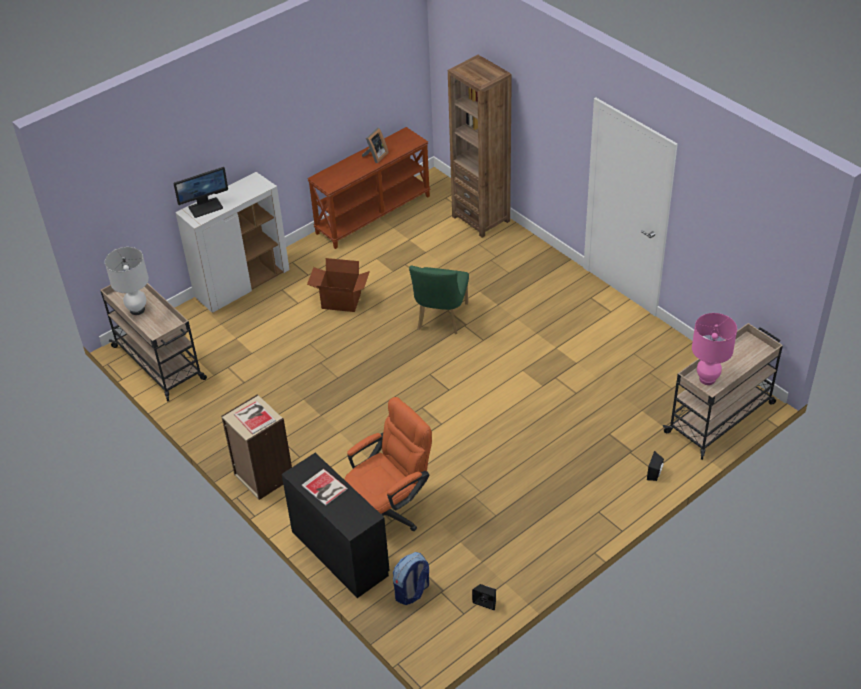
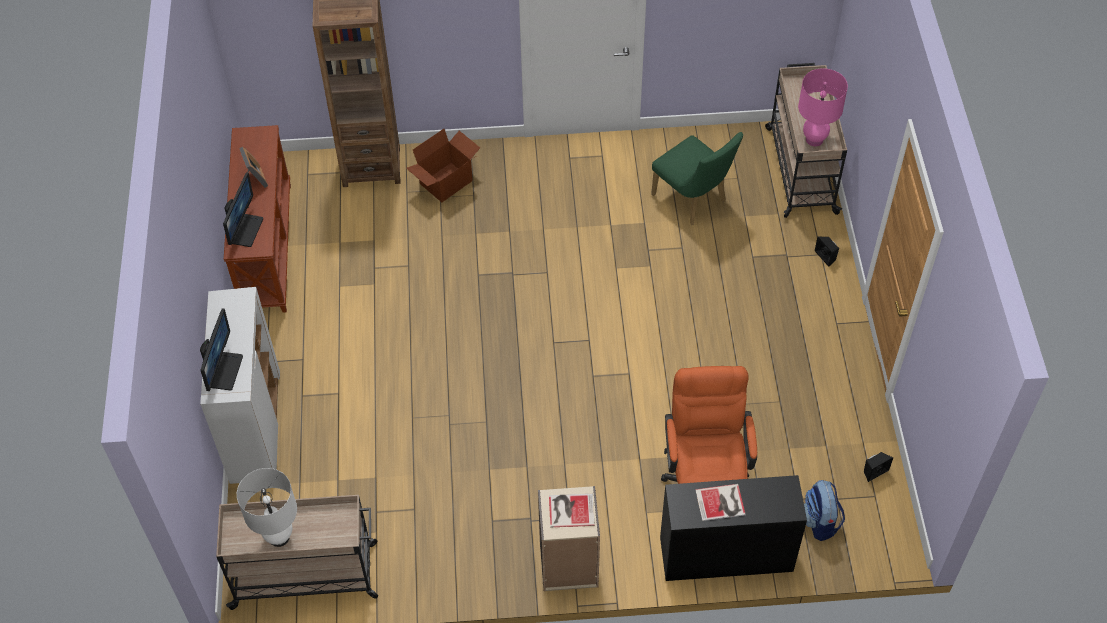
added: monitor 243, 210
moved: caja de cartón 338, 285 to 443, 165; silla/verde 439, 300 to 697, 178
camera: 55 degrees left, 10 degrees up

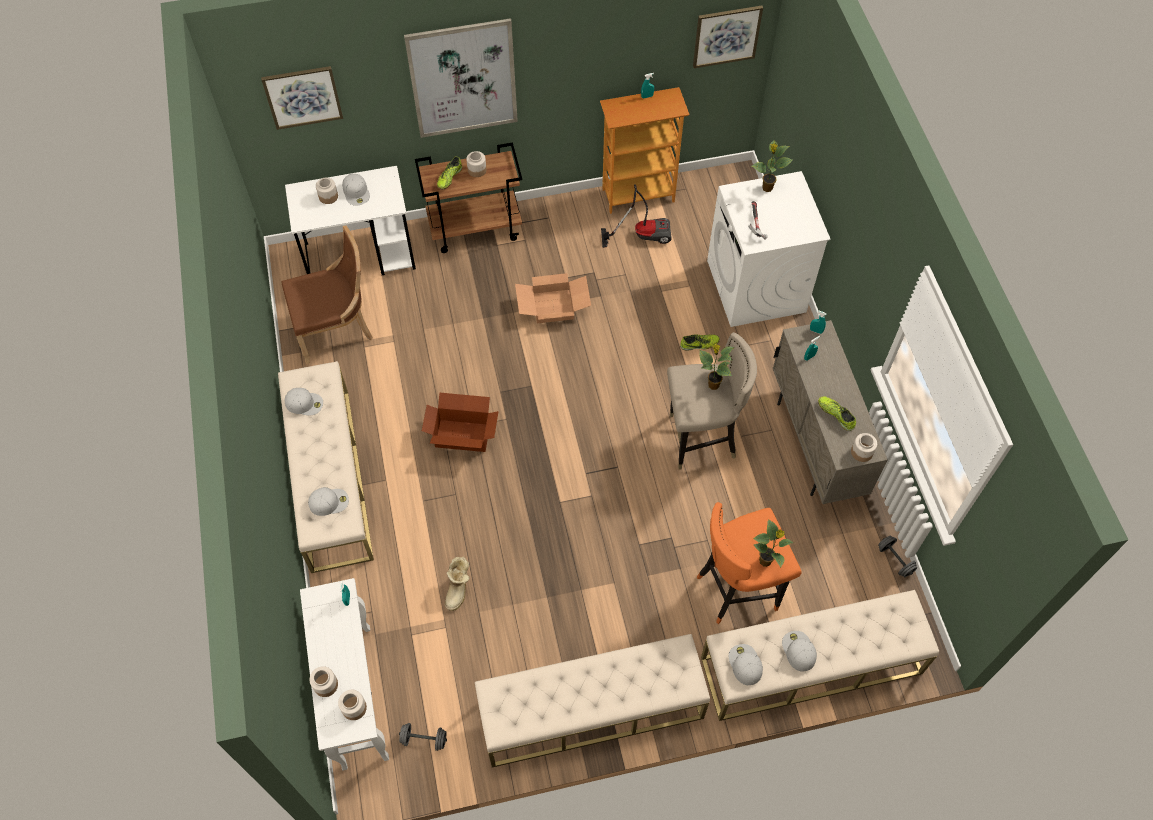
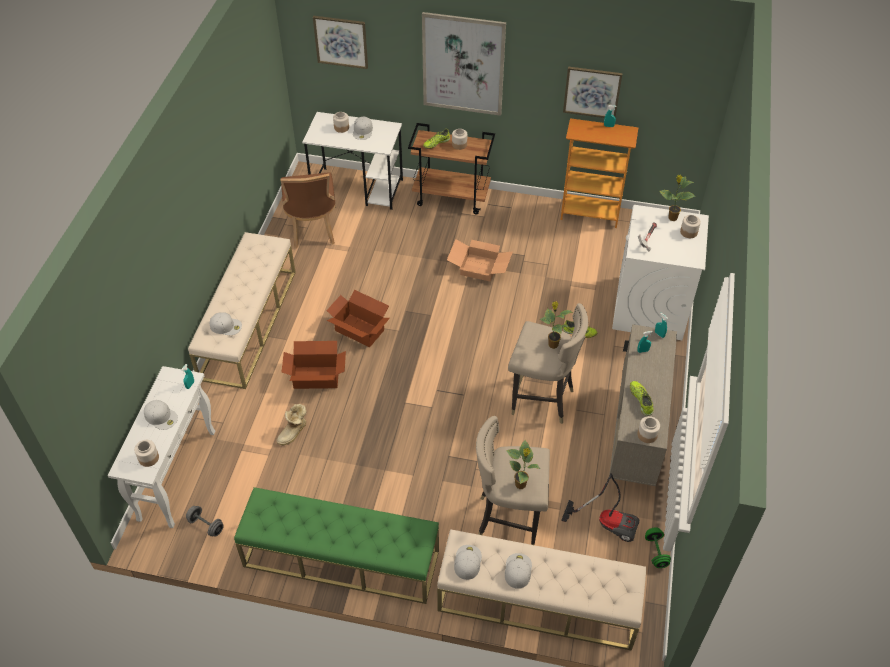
added: caja de cartón 314, 365
moved: gorra/blanco 304, 402 to 161, 415; tarro 323, 681 to 690, 226; aspiradora 636, 216 to 600, 507; cuadro 728, 36 to 593, 92
recoloured: banco/beis 592, 700 to banco/verde 336, 545; taburete/naranja 749, 563 to taburete/beis 513, 480; mancuerna/gris 897, 556 to mancuerna/verde 658, 548
turned: silla/marrón 327, 295 = 308, 210 75 degrees clockwise
camera: 25 degrees right, 10 degrees down

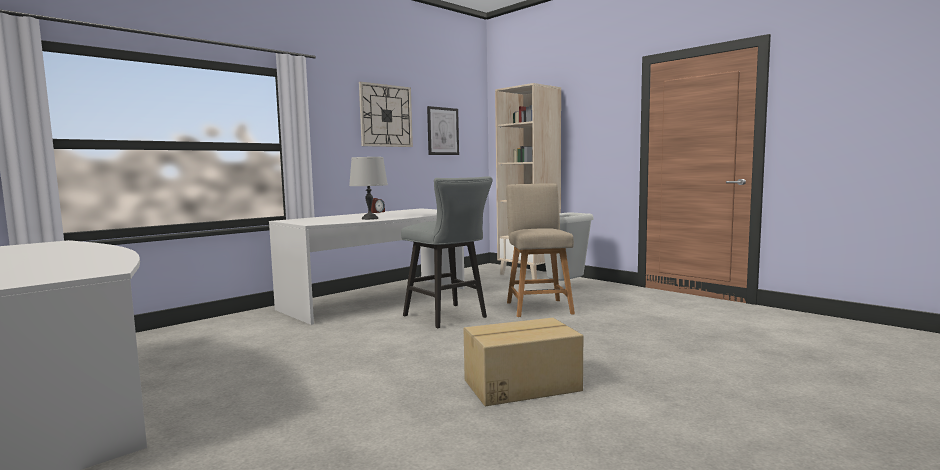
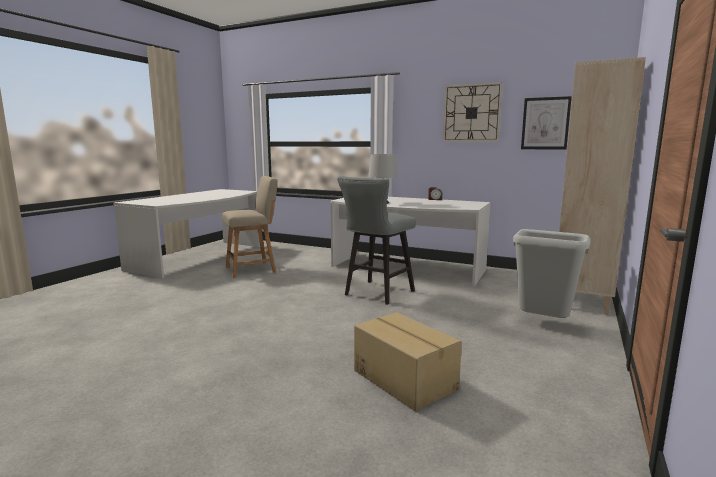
moved: caja de cartón 523, 362 to 408, 361; silla/beis 540, 250 to 250, 227
camera: 70 degrees right, 5 degrees up

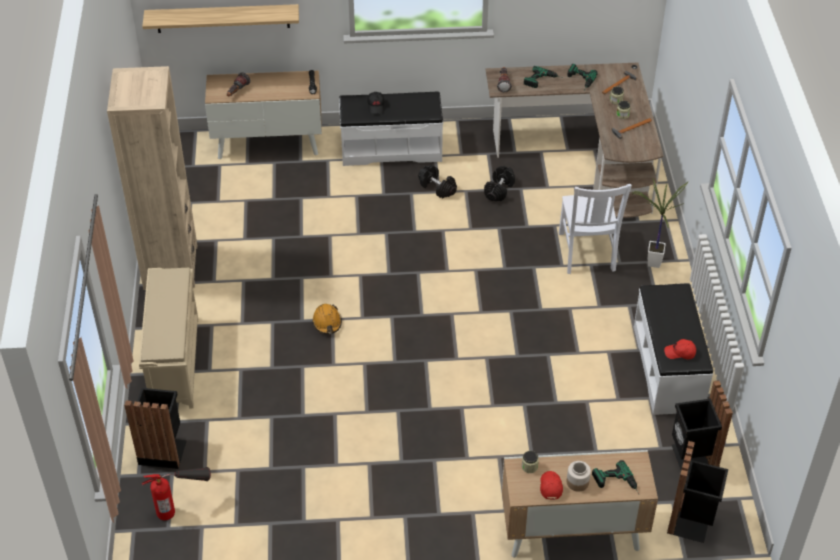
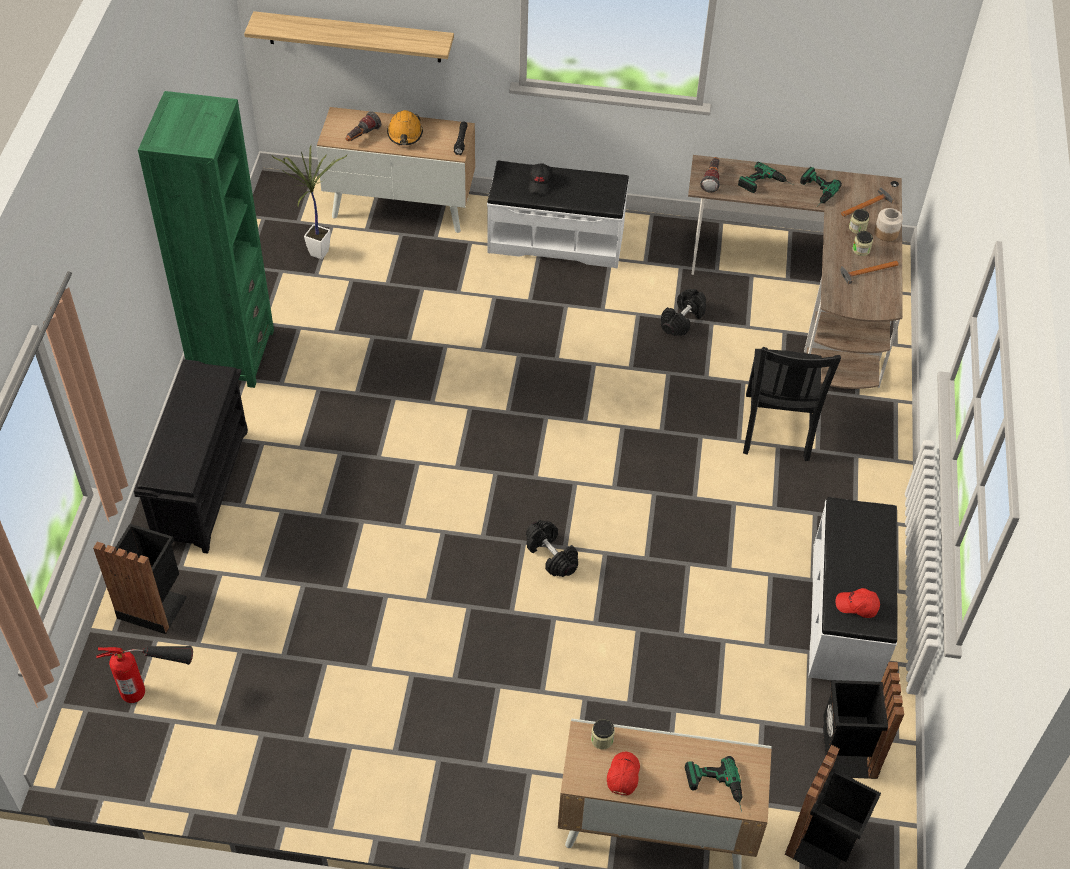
moved: casco/naranja 327, 319 to 405, 127; mancuerna/negro 437, 181 to 552, 548; tarro 579, 476 to 888, 224; planta en maceta 660, 223 to 309, 202
recoloured: estantería/beis 152, 178 to estantería/verde 206, 239; zapatero/beis 168, 338 to zapatero/negro 191, 456; silla/blanco 595, 229 to silla/negro 792, 404
camera: 10 degrees right, 5 degrees up

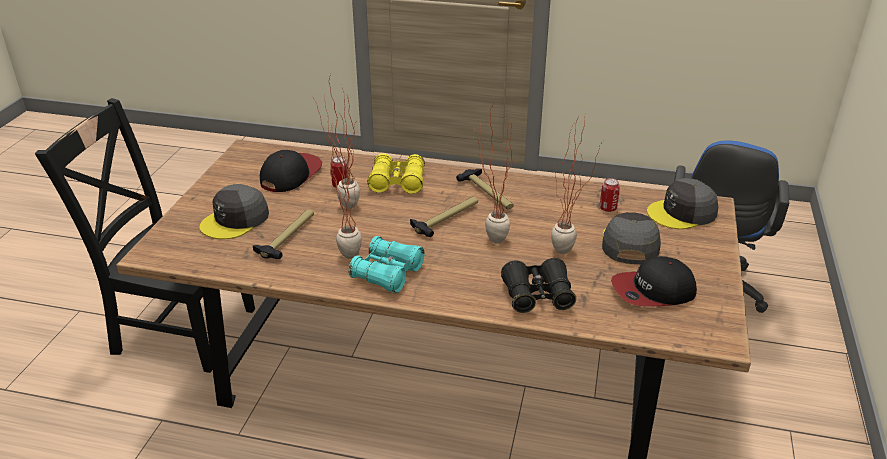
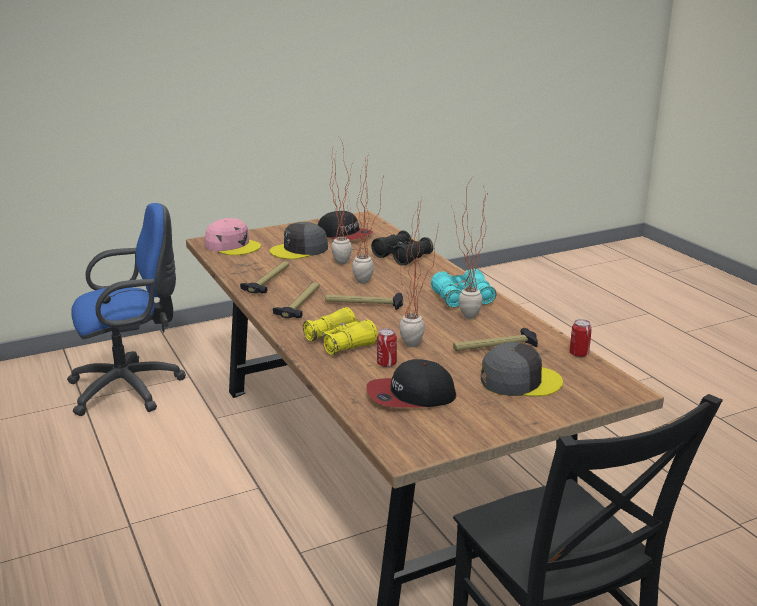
added: martillo 264, 277
moved: lata 610, 195 to 581, 338
recoloured: gorra/gris 682, 203 to gorra/rosa 233, 236
camera: 130 degrees left, 10 degrees down

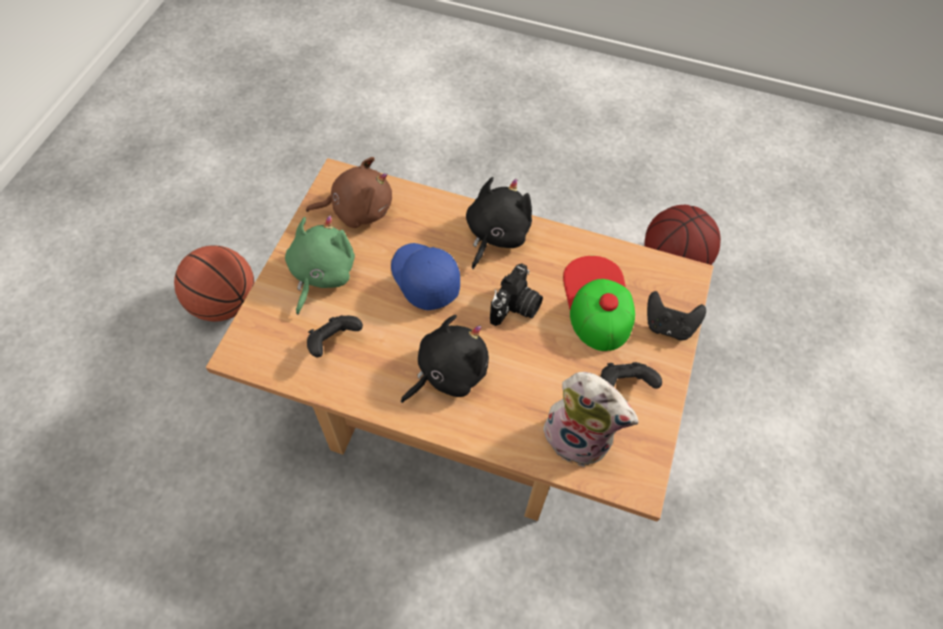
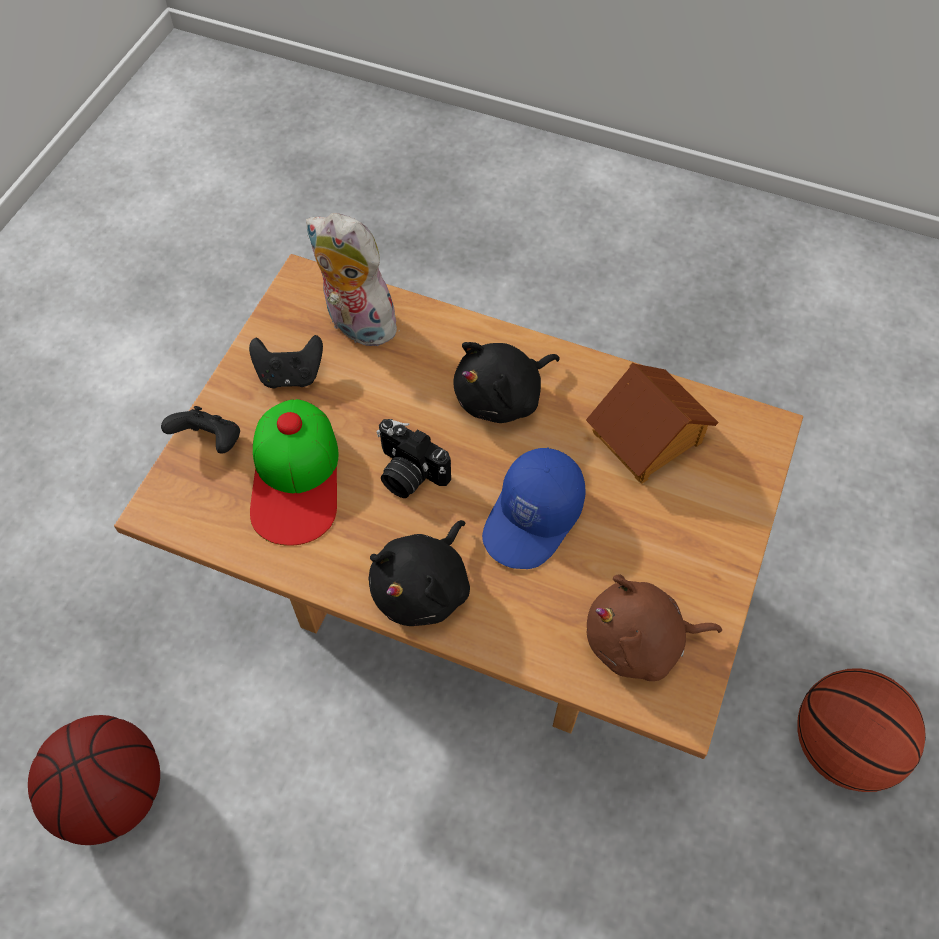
removed: peluche/verde 320, 265
replaced: mando de consola/negro 335, 336 to casita 652, 423
turned: gorra/azul 425, 276 = 534, 508 60 degrees clockwise; cámara 516, 294 = 414, 458 90 degrees counterclockwise
camera: 175 degrees left, 0 degrees up

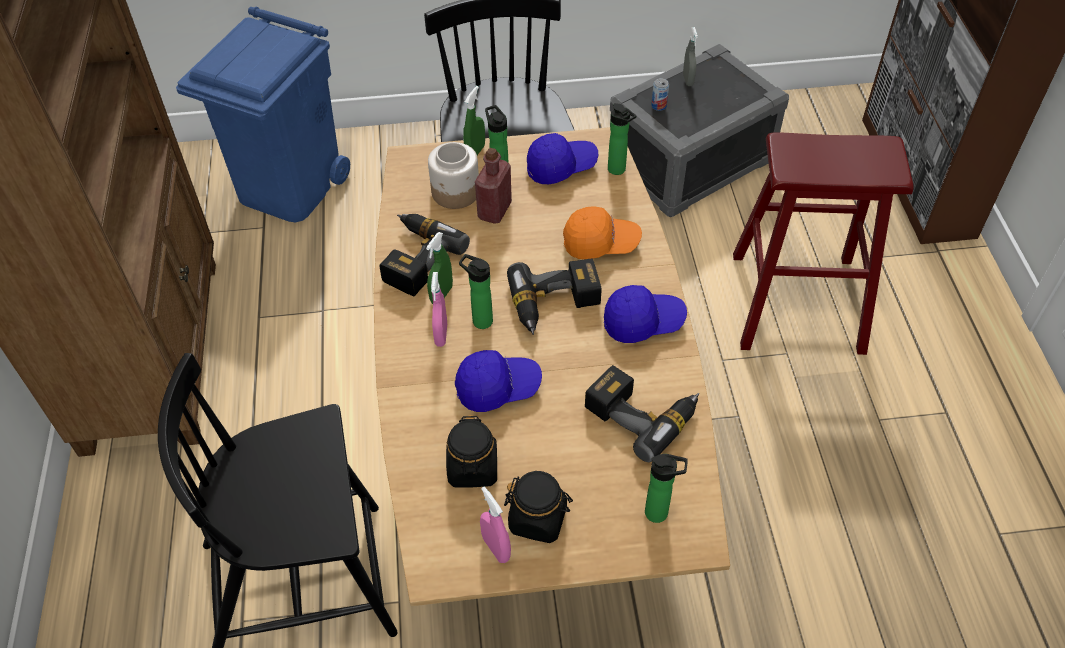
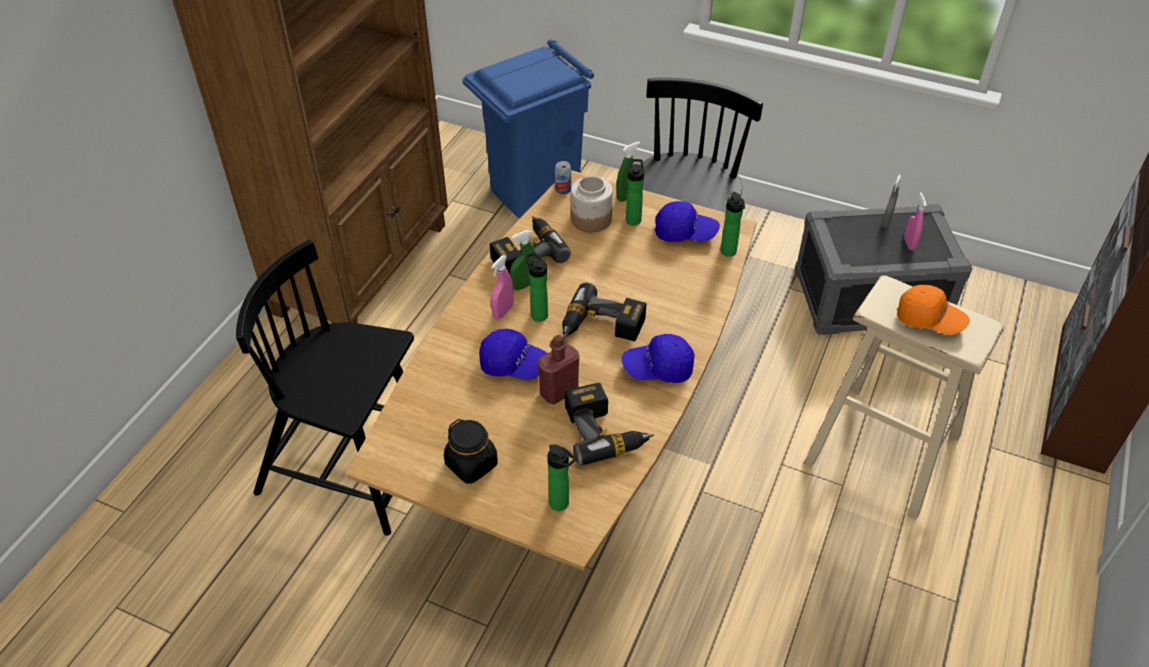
removed: tarro/negro 471, 451
moved: botella/rojo 493, 185 to 559, 370; pulverizador/rosa 495, 524 to 915, 221; gorra/naranja 602, 232 to 933, 310; lata 660, 94 to 563, 177
recoloured: taburete/rojo 823, 243 to taburete/beis 904, 398
turned: gorra/azul 645, 314 = 658, 358 150 degrees clockwise
camera: 30 degrees right, 5 degrees down

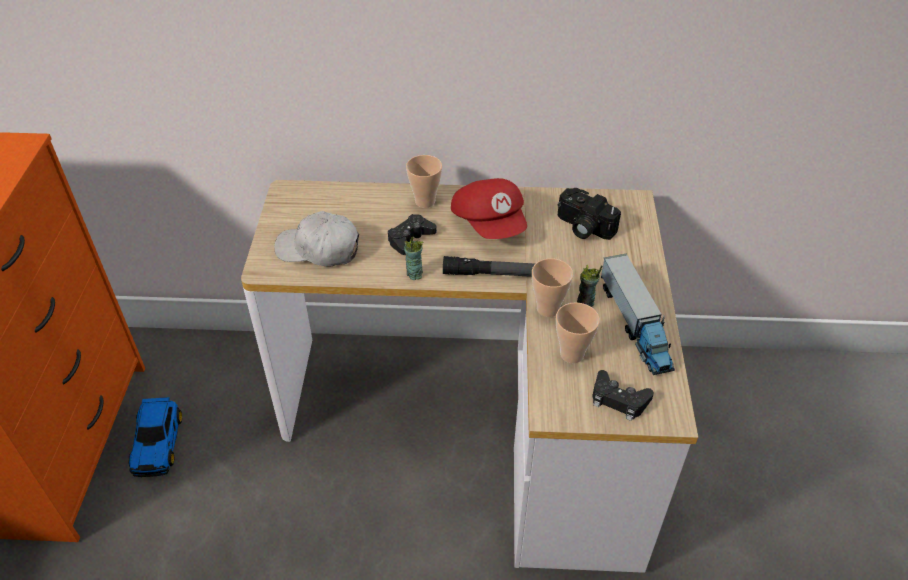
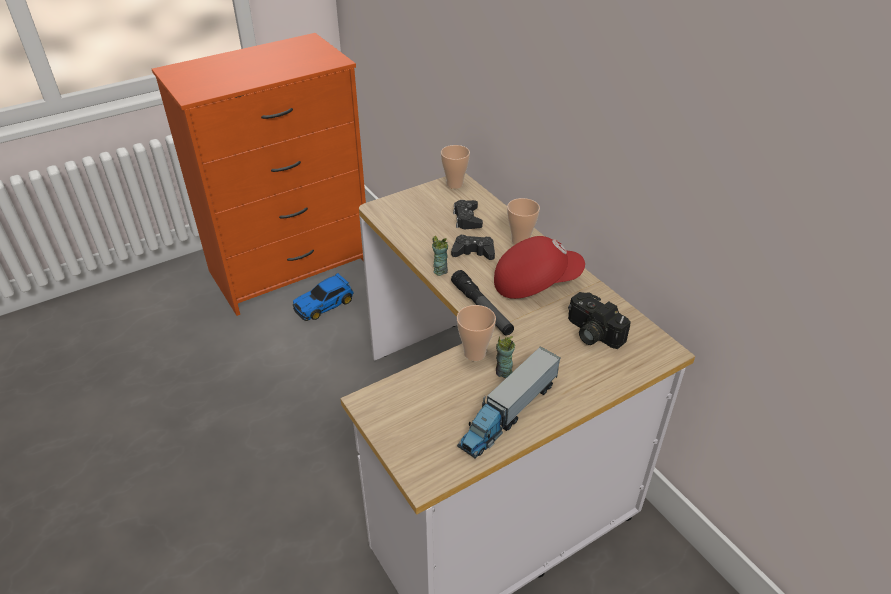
removed: gorra/blanco 317, 238
moved: taza 578, 332 to 455, 167; mando de consola/negro 623, 395 to 468, 214
turned: gorra/rojo 489, 208 = 539, 267 135 degrees counterclockwise; cámara 589, 214 = 599, 320 45 degrees counterclockwise
camera: 55 degrees right, 5 degrees down

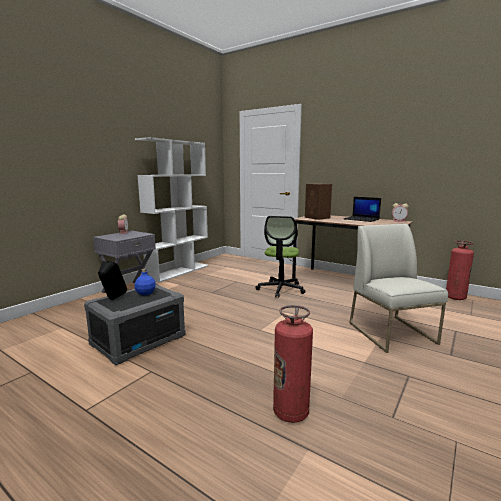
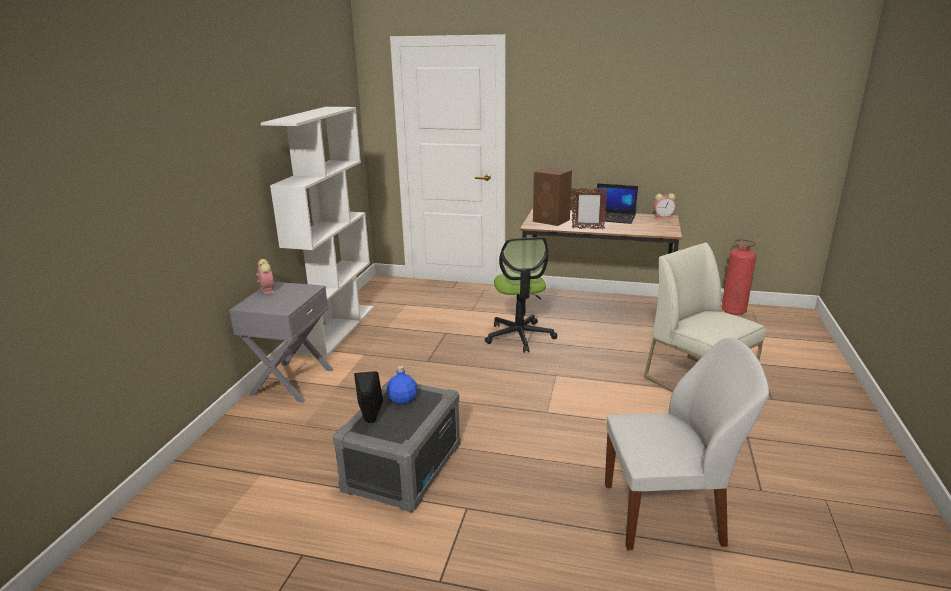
added: portarretratos 590, 208
replaced: extintor 293, 364 to silla/blanco 687, 444
camera: 20 degrees left, 10 degrees up

